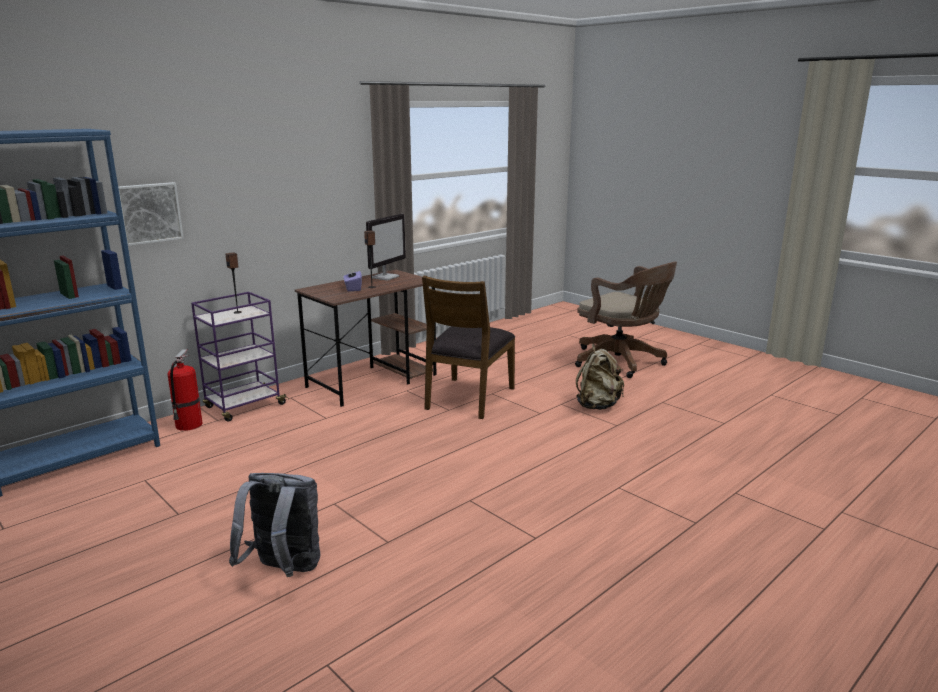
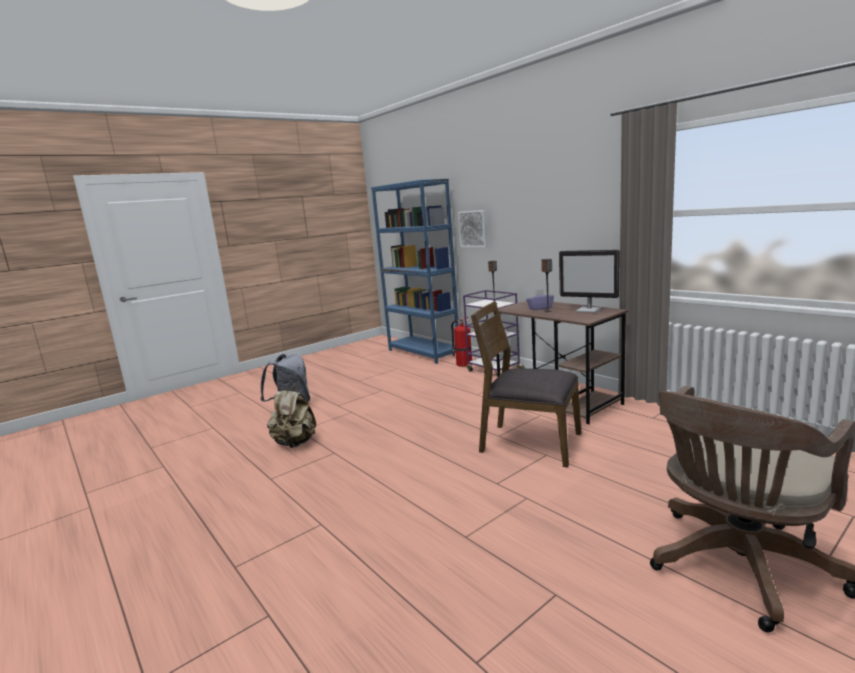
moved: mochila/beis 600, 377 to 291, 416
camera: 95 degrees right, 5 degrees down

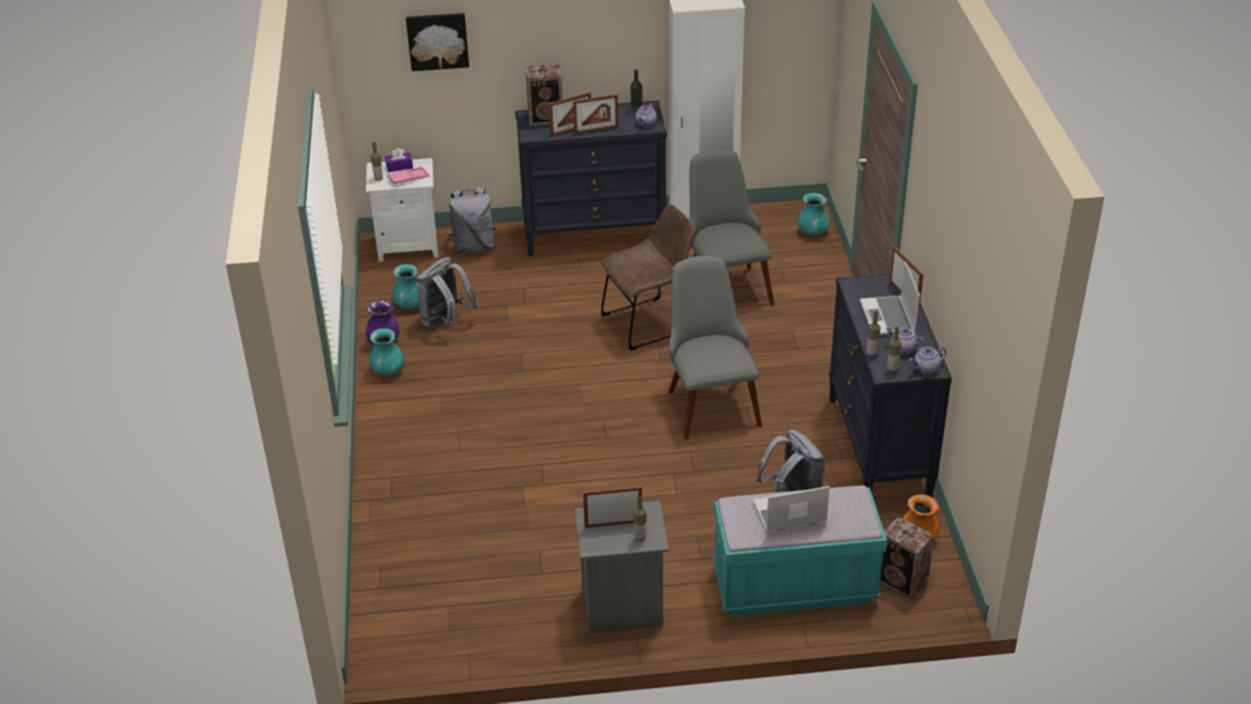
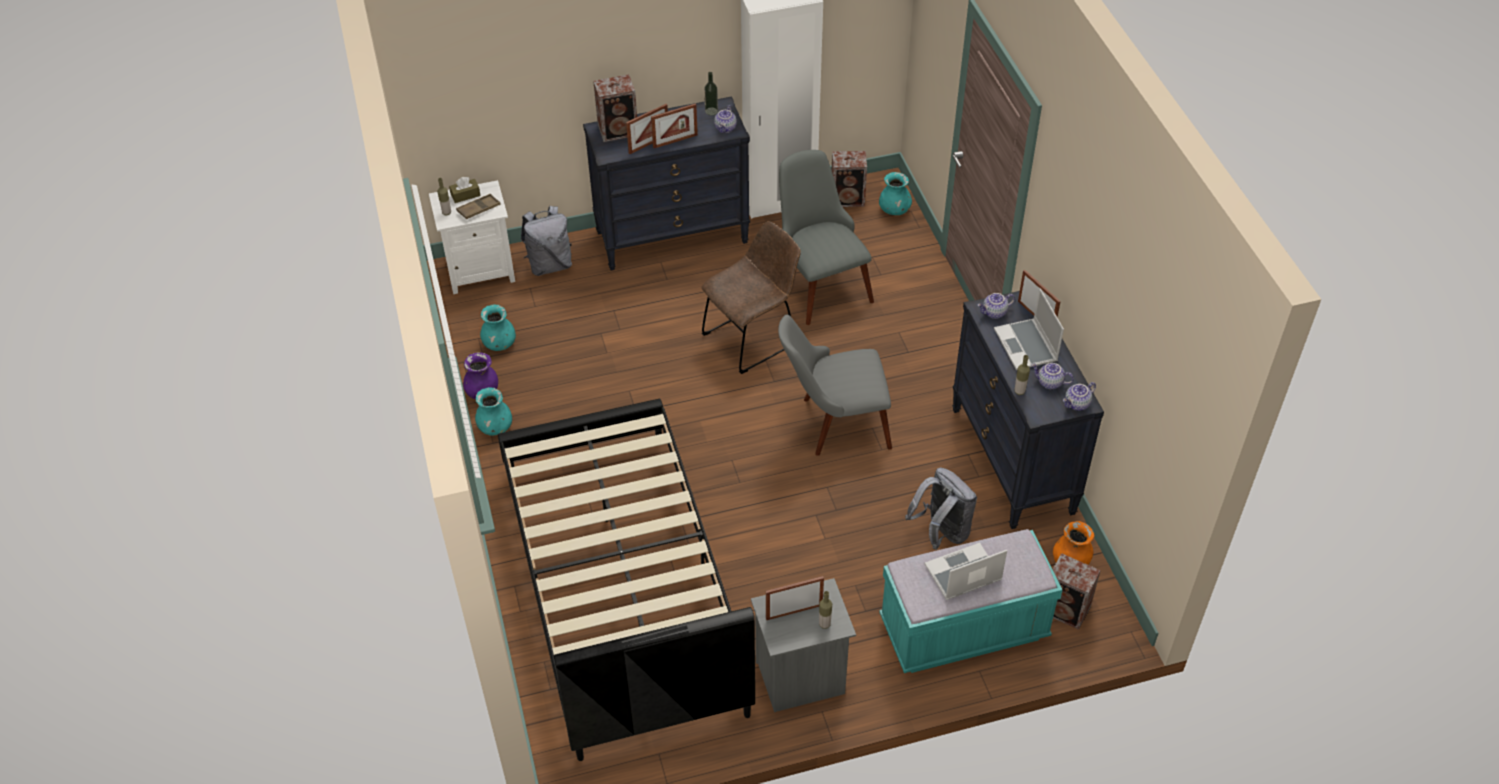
removed: cuadro 437, 42; mochila/gris 447, 293; botella 894, 349
added: cama/negro 626, 579; altavoz 849, 179; tetera 996, 306
recoloured: caja de pañuelos/morado 399, 160 to caja de pañuelos/marrón 465, 190; bandeja/rosa 408, 176 to bandeja/marrón 478, 206
turned: silla/gris 715, 347 = 835, 385 75 degrees counterclockwise
camera: 10 degrees left, 10 degrees up

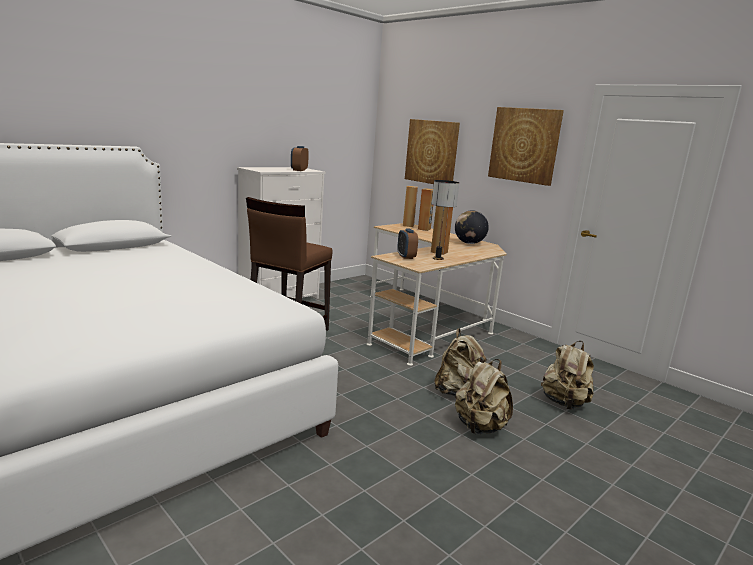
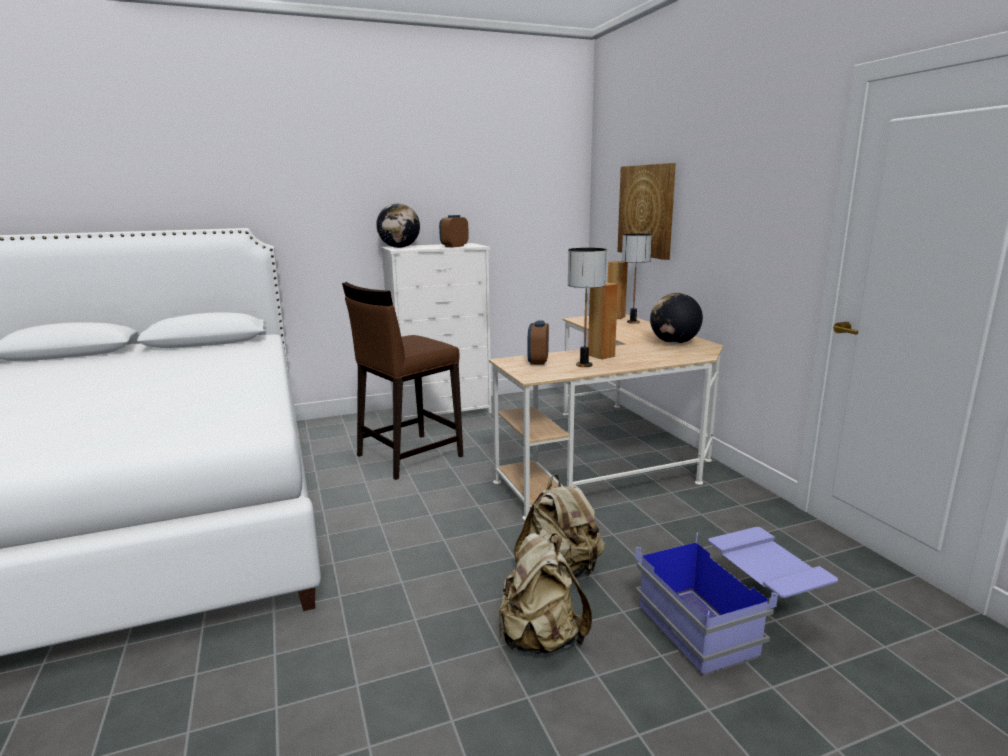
removed: cuadro 526, 146
added: globo terráqueo 398, 226
replaced: altavoz/marrón 425, 209 to lámpara de mesa 637, 278; mochila/beis 567, 375 to caja de almacenaje/azul 736, 601
camera: 25 degrees right, 0 degrees up

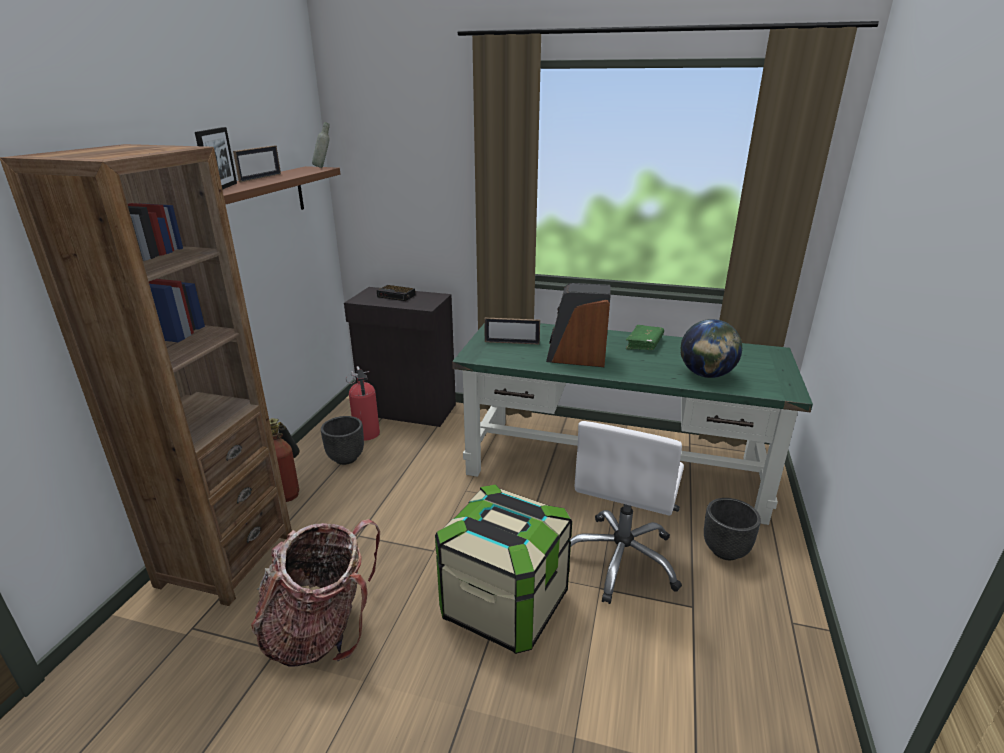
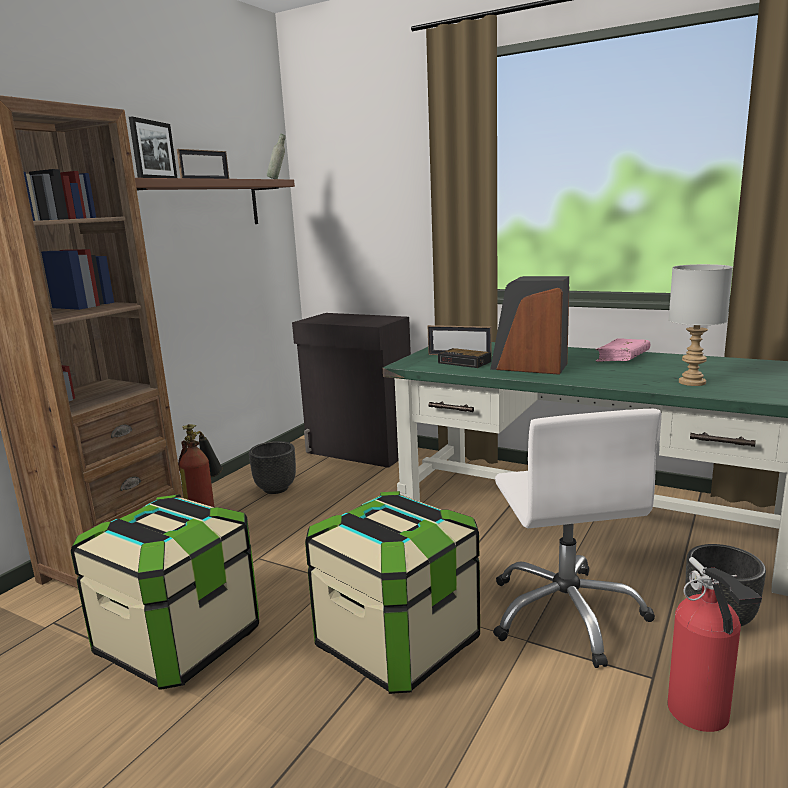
moved: extintor 363, 403 to 714, 644; despertador 396, 293 to 464, 358
replaced: mochila 315, 593 to caja de almacenaje 165, 592; globo terráqueo 711, 348 to lámpara de mesa/gris 701, 325
recoloured: libro/verde 645, 337 to libro/rosa 622, 350
turned: silla de oficina/blanco 627, 512 = 577, 538 45 degrees counterclockwise
camera: 15 degrees right, 10 degrees down

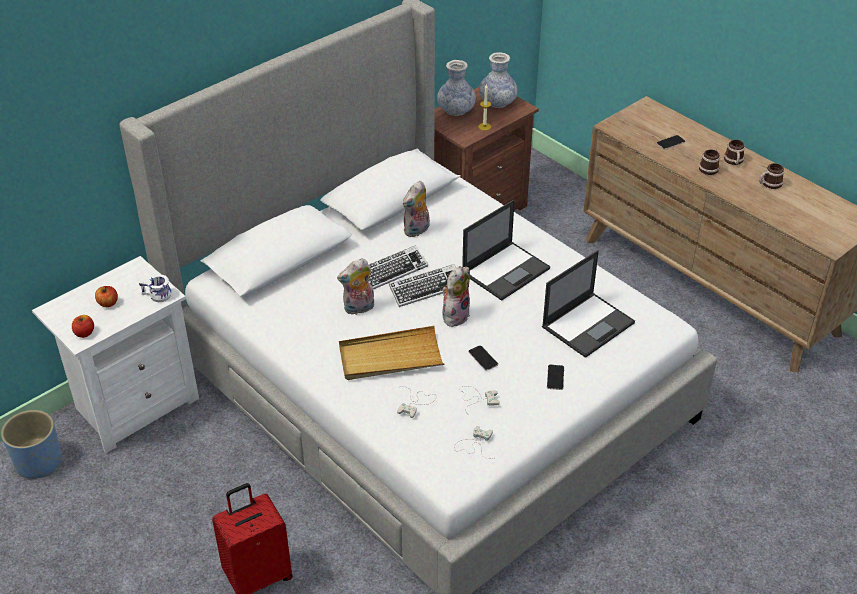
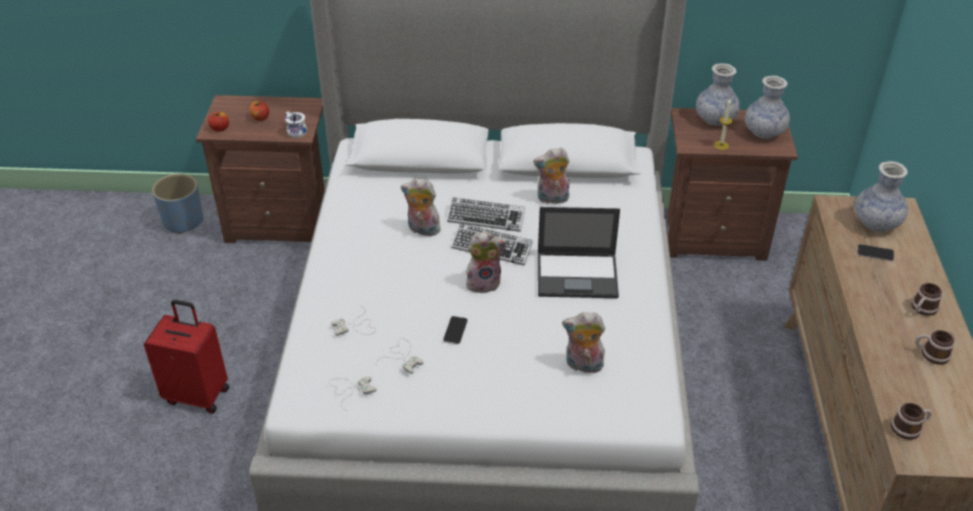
removed: bandeja/beis 391, 353; móvil 555, 377
added: florero 881, 196
moved: taza grande 709, 162 to 911, 421
replaced: portátil 588, 304 to peluche 583, 343
recoloured: mesita de noche/blanco 115, 354 to mesita de noche/marrón 260, 169
camera: 45 degrees right, 0 degrees up

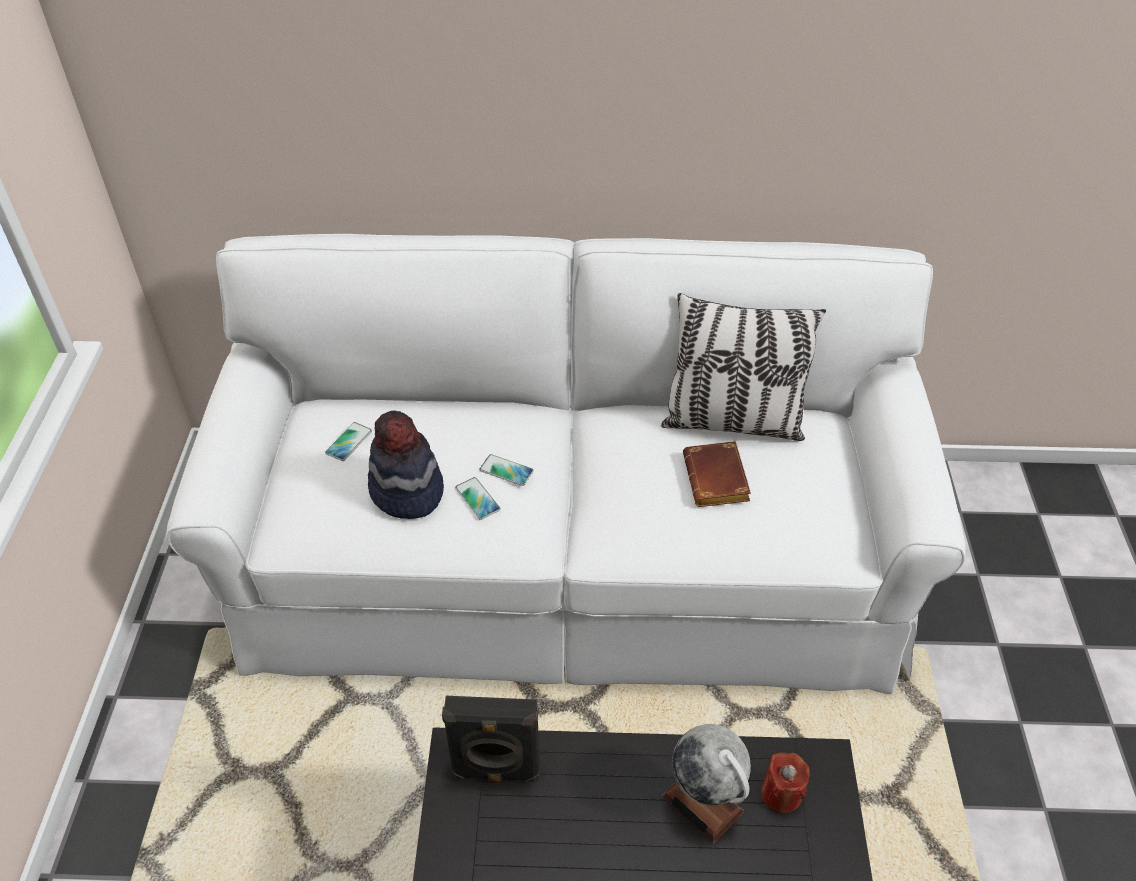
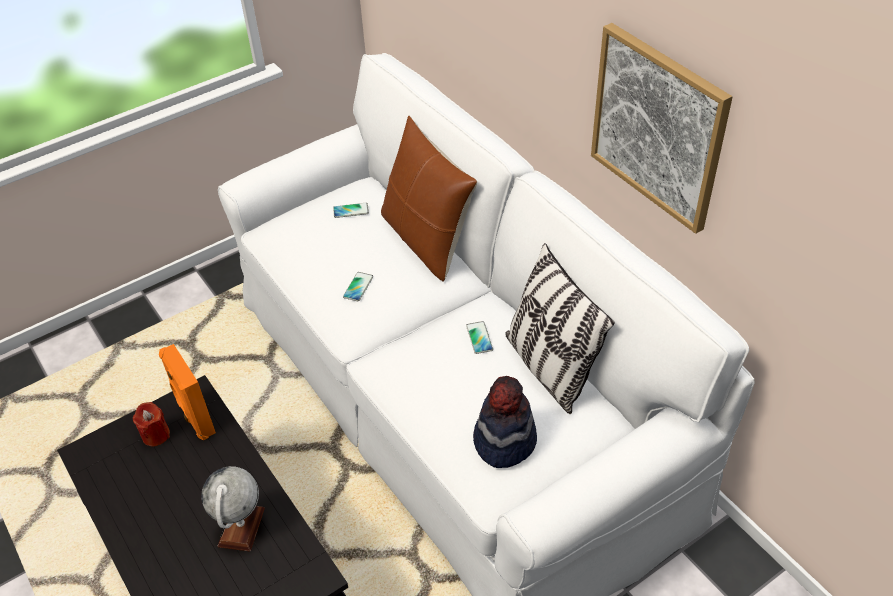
removed: libro/marrón 717, 474
added: cojín/marrón 429, 199; cuadro 662, 128
moved: sombrero 406, 465 to 505, 422; móvil 507, 470 to 479, 337; vela/rojo 785, 782 to 151, 424
recoloured: altavoz/negro 491, 739 to altavoz/naranja 187, 392
camera: 55 degrees right, 0 degrees up

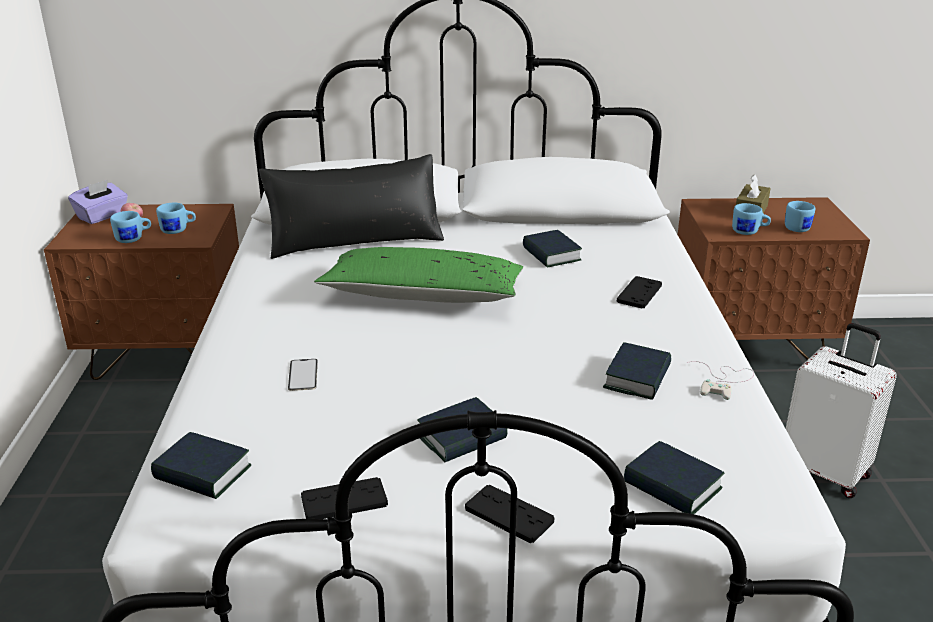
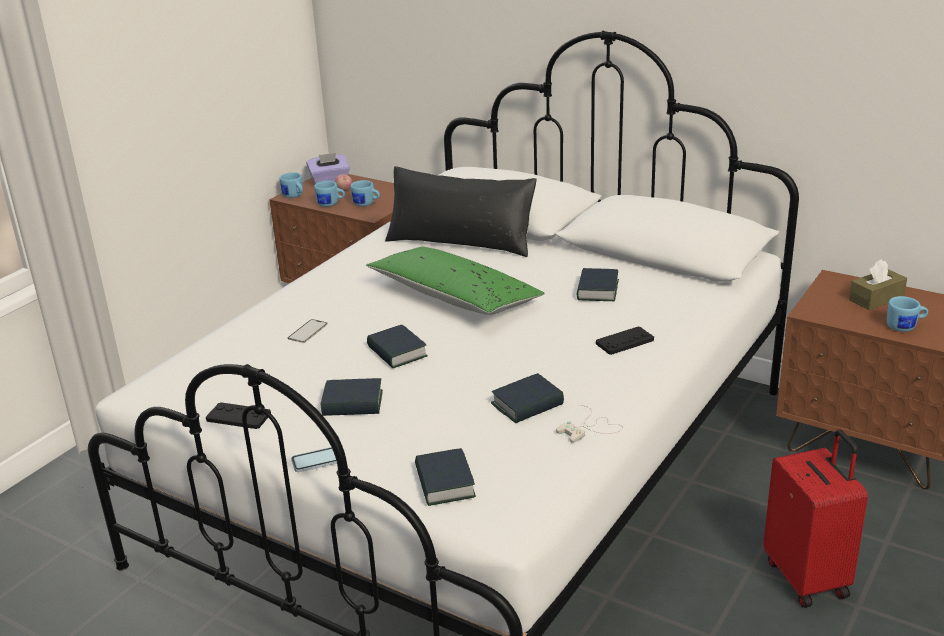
moved: libro 201, 465 to 397, 346; taza grande/azul 751, 219 to 291, 185
replaced: mando de consola/negro 509, 514 to móvil 314, 459
recoloured: maleta/blanco 841, 410 to maleta/rojo 815, 518
camera: 35 degrees right, 0 degrees up

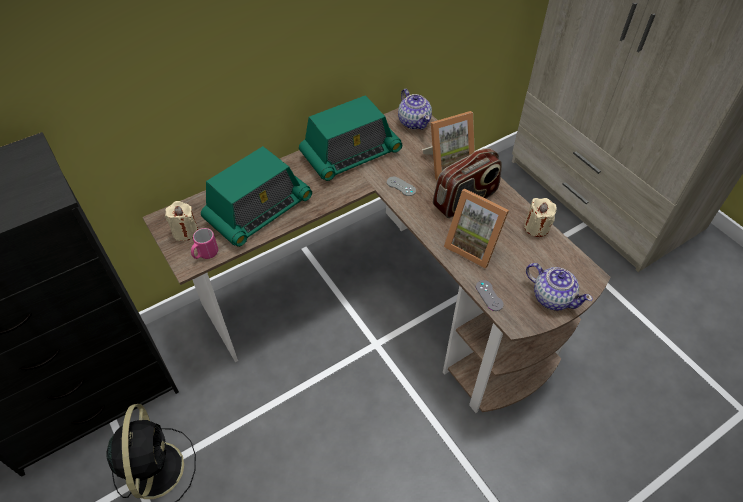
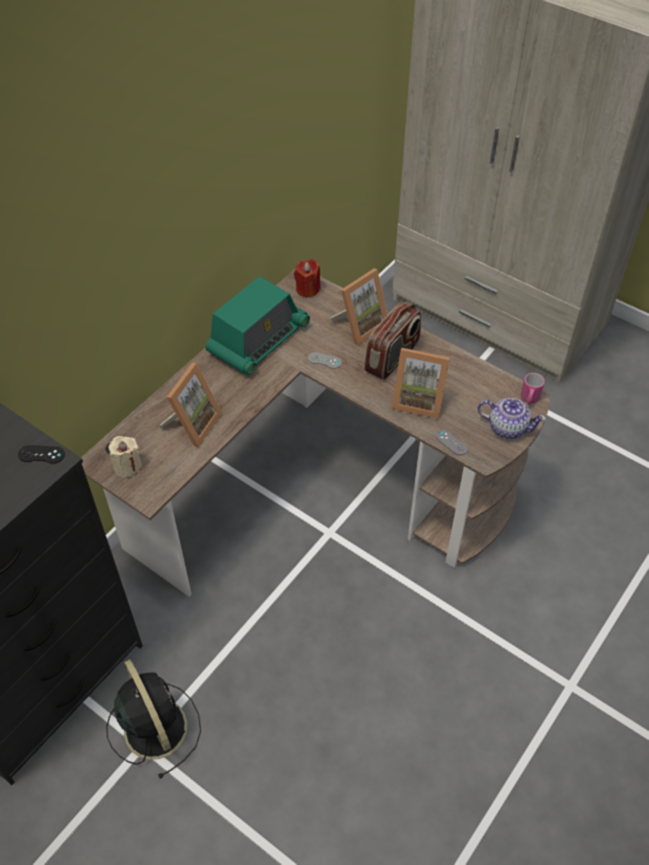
removed: vela/beis 540, 217
added: mando de consola/negro 41, 454
moved: taza grande/rosa 204, 243 to 533, 389
replaced: radio 256, 196 to portarretratos 191, 405; tetera 415, 109 to vela/rojo 307, 278
camera: 20 degrees left, 0 degrees up

